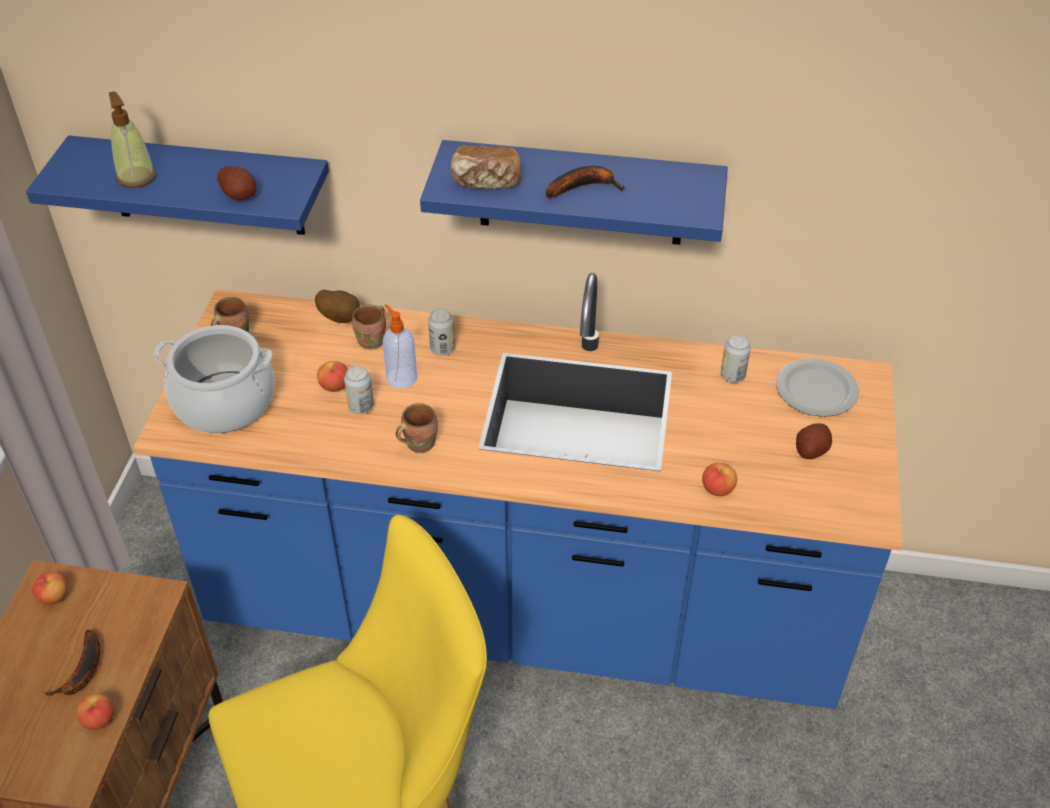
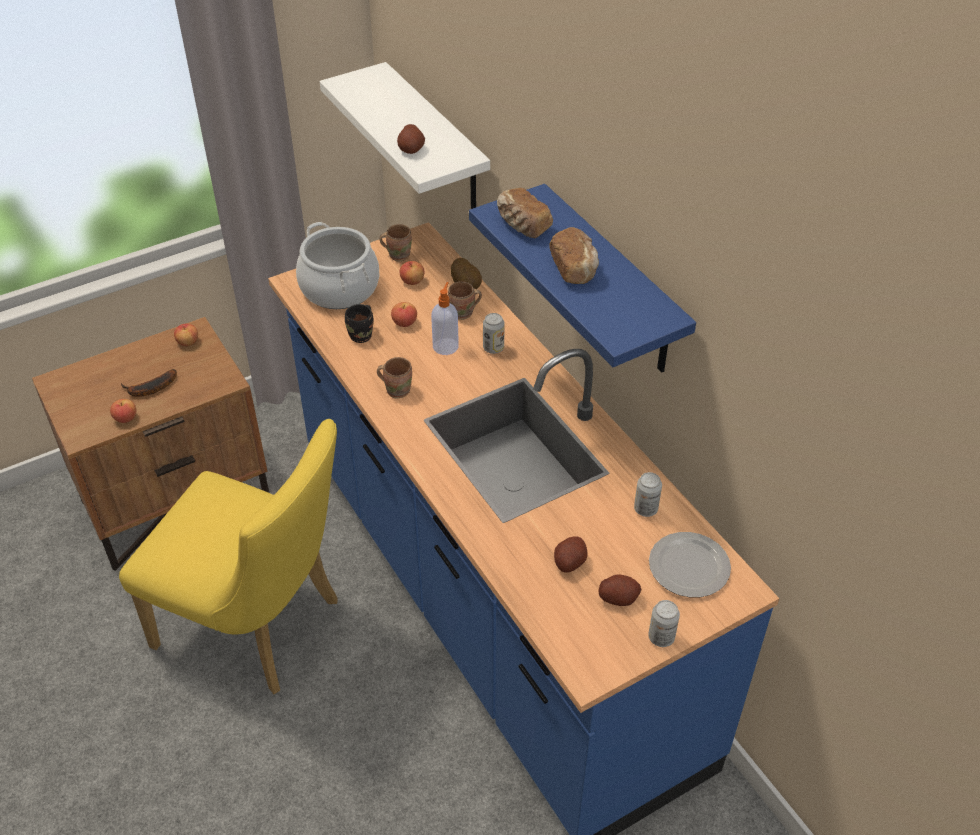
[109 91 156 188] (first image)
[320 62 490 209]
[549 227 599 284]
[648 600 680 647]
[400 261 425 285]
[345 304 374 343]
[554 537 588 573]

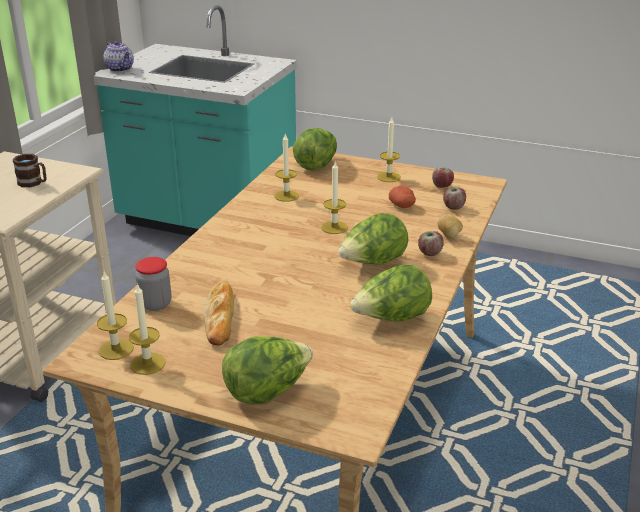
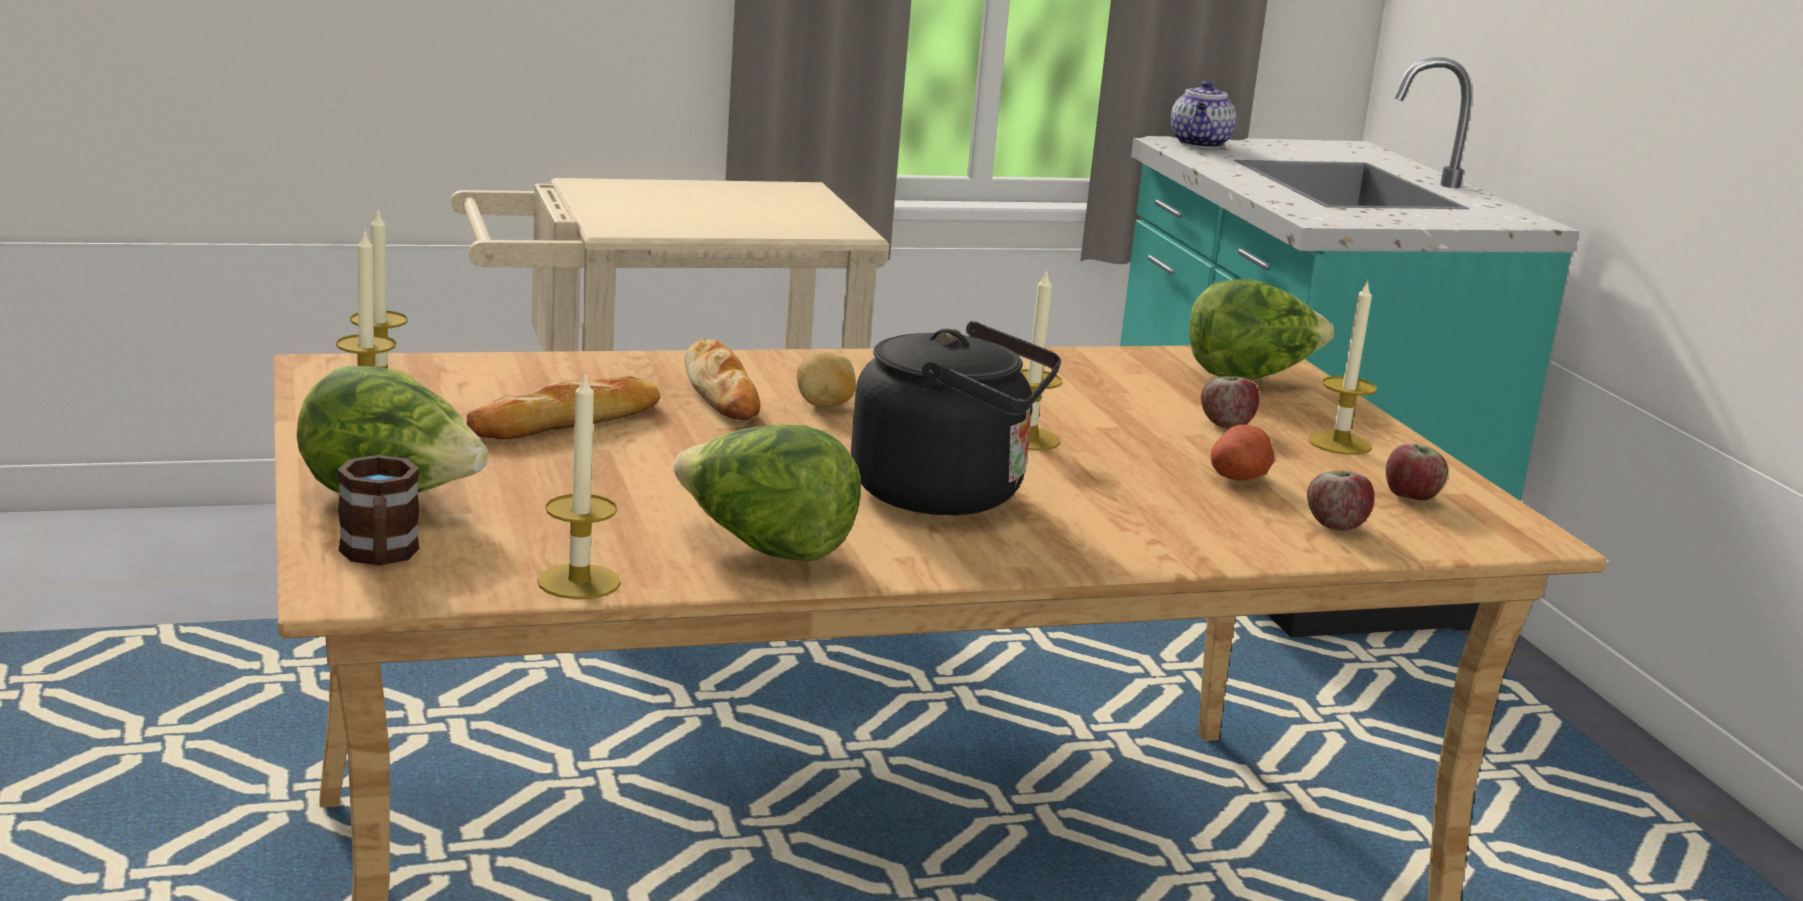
[537 371 621 599]
[337 455 419 565]
[851 321 1061 515]
[797 352 856 407]
[1201 376 1259 428]
[135 257 172 311] (first image)
[684 338 761 420]

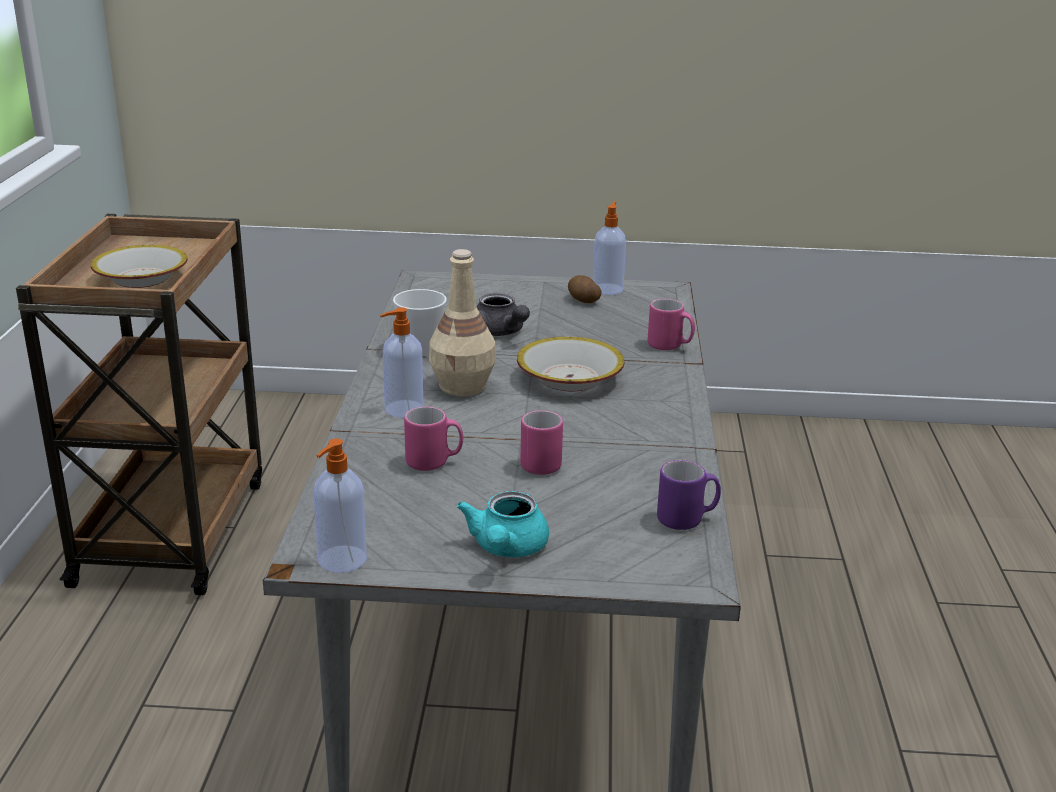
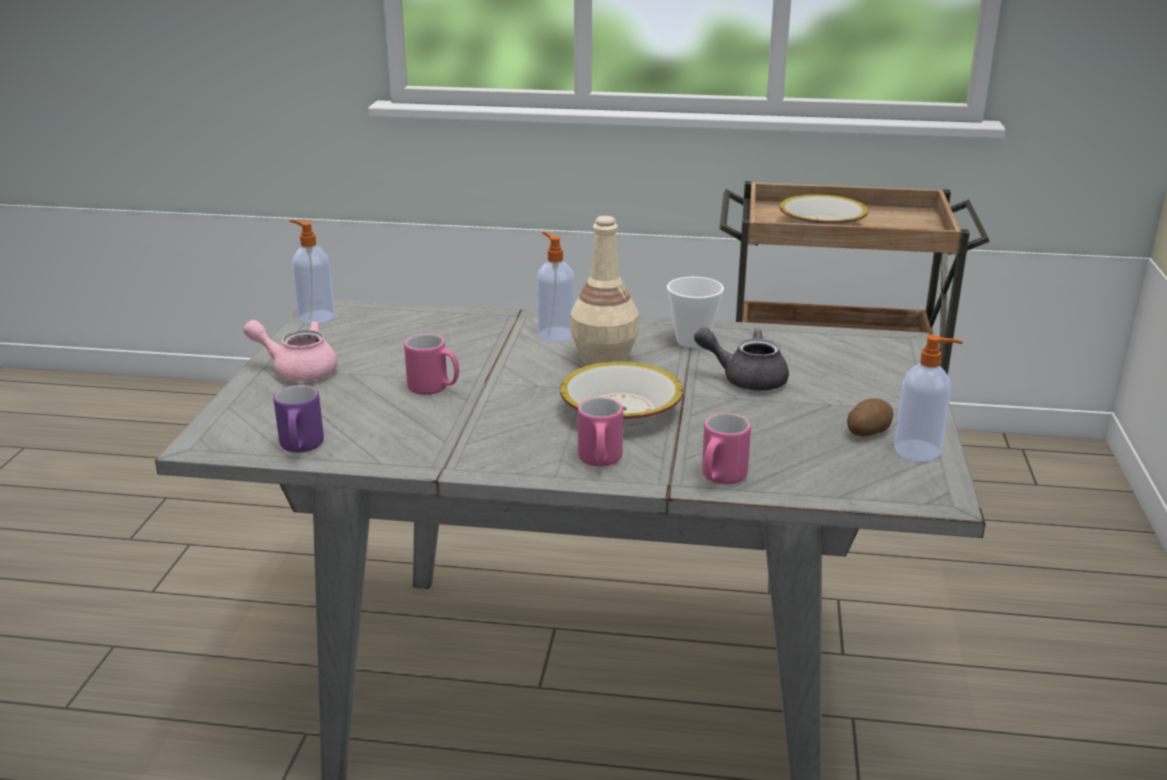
[694 327 789 391]
[578 397 623 467]
[243 320 338 381]

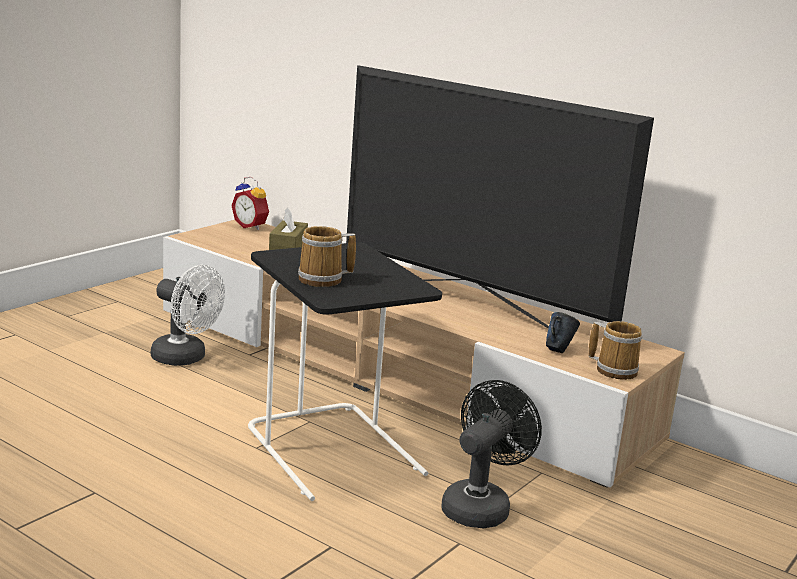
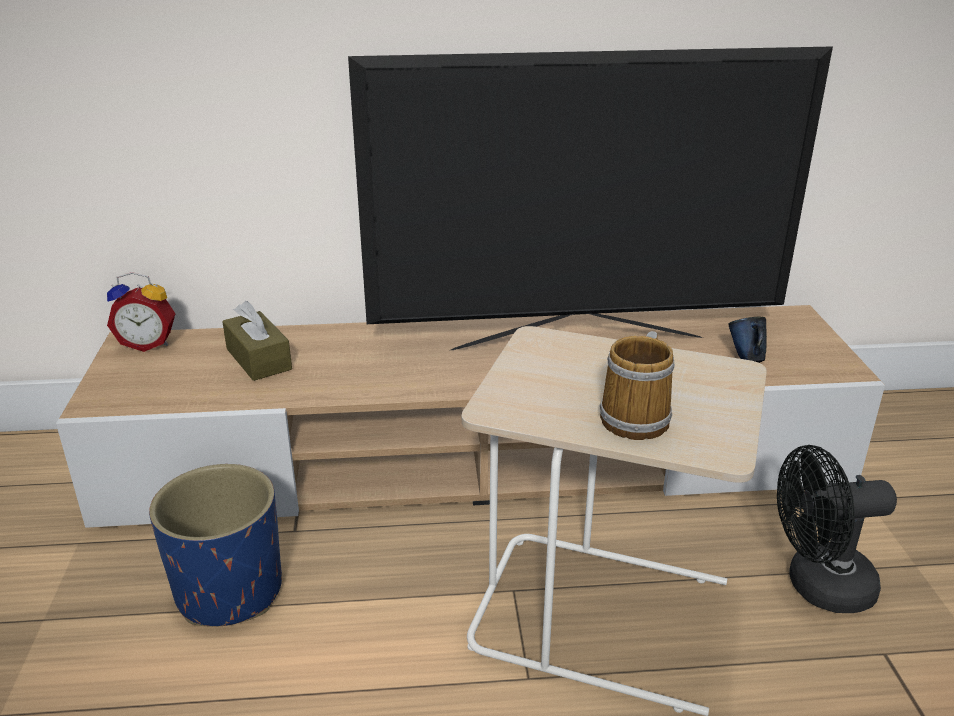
[462 326 767 716]
[149 464 282 627]
[588 321 642 380] (first image)
[777 445 897 613]

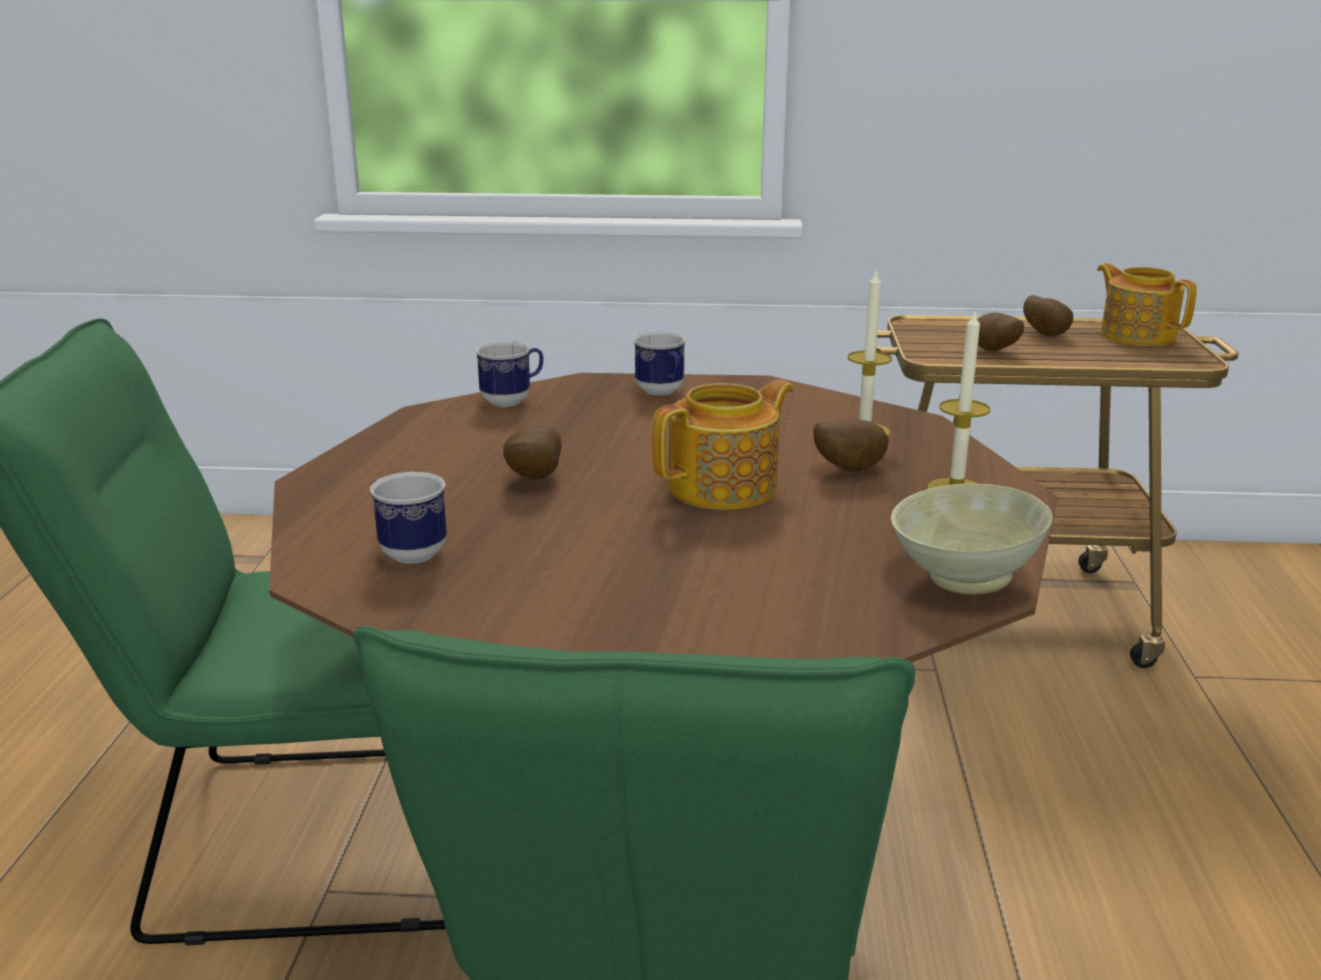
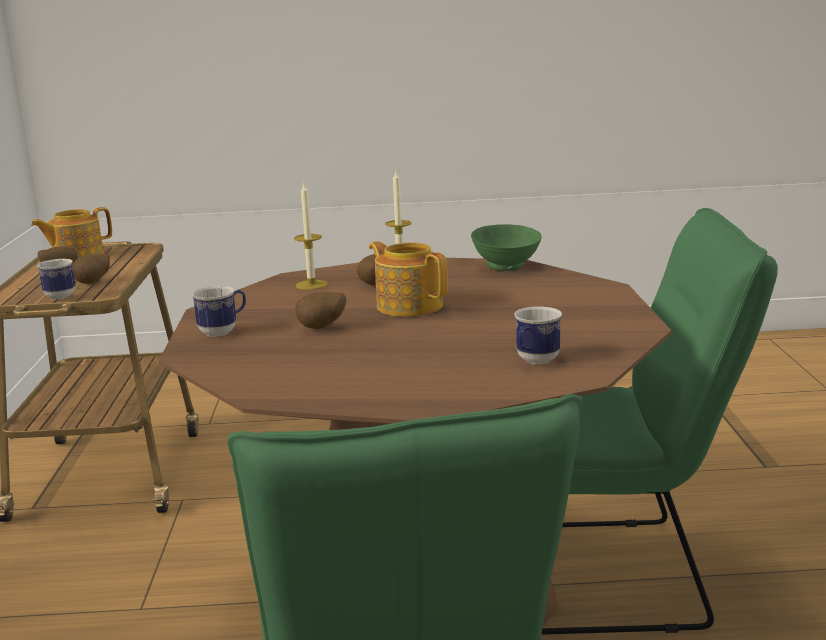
[37 259 75 299]
[295 292 346 329]
[471 224 542 271]

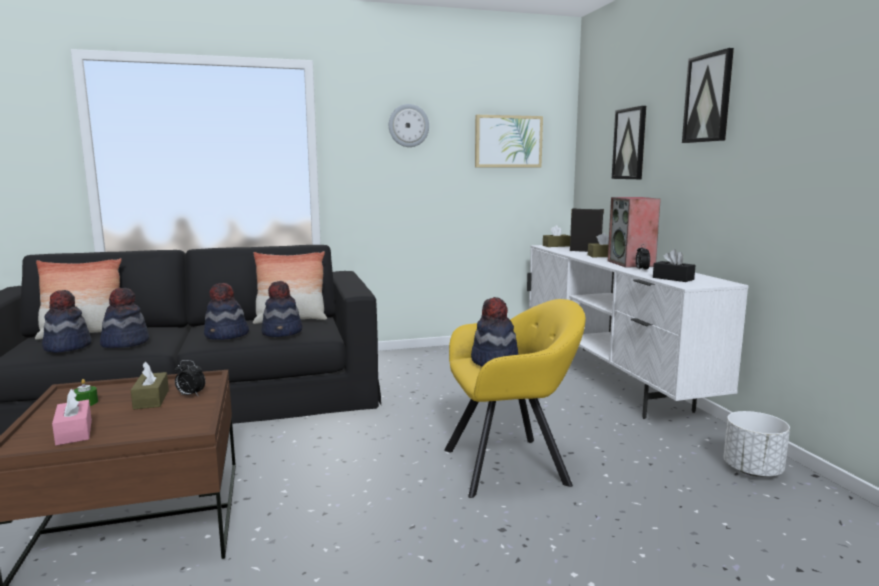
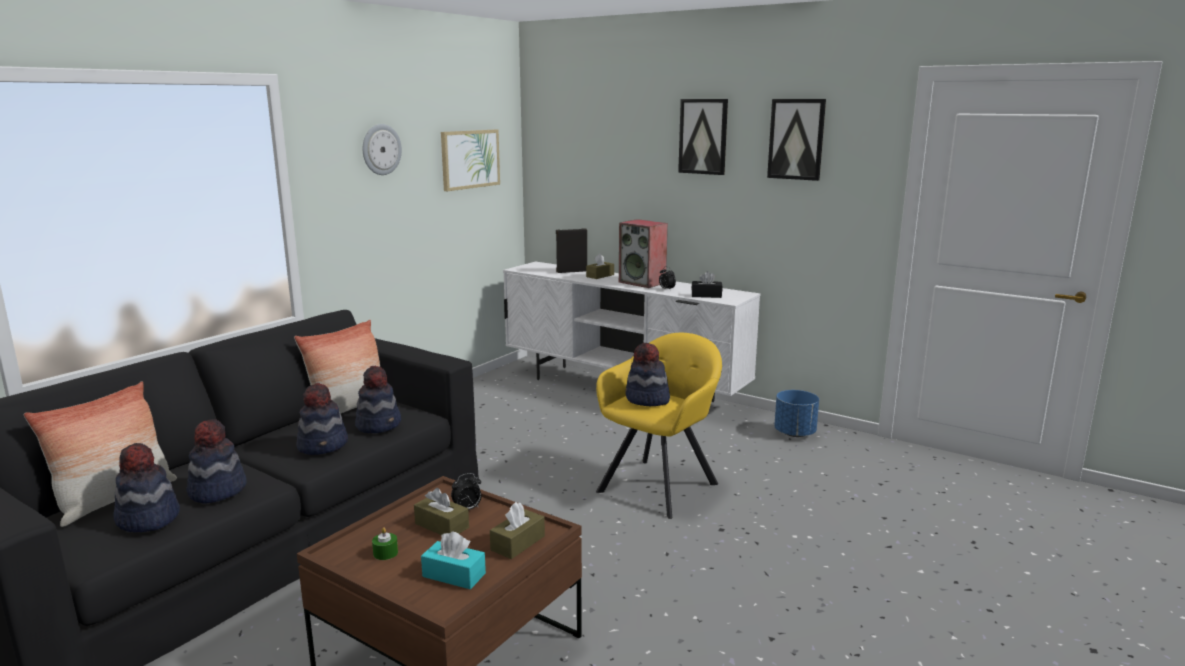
[767 99 826 181]
[490 502 545 559]
[421 531 486 589]
[774 390 819 437]

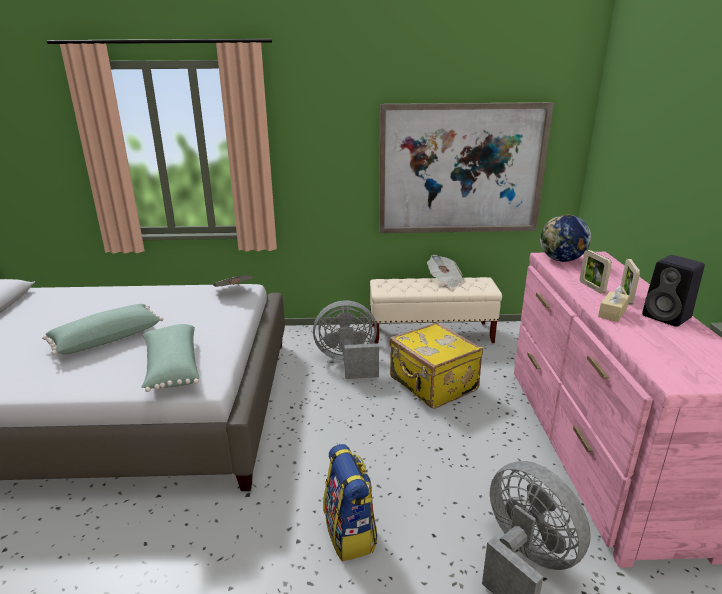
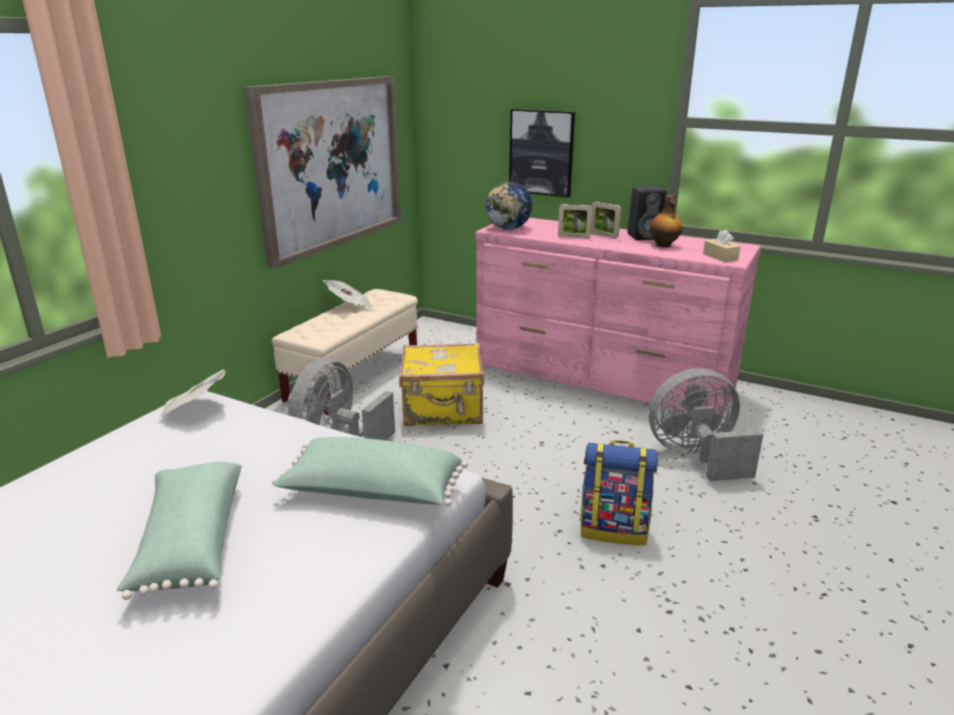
[703 230 740 262]
[509 109 575 197]
[650 195 683 248]

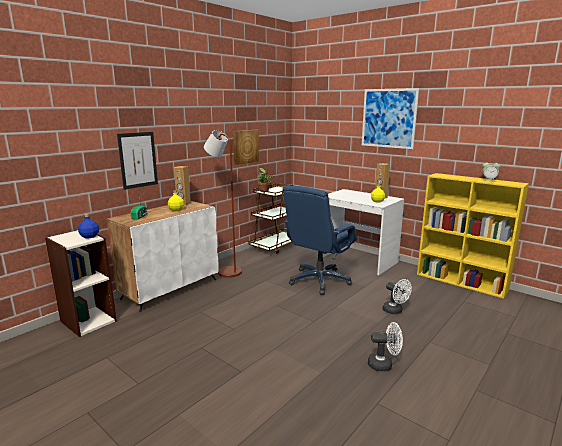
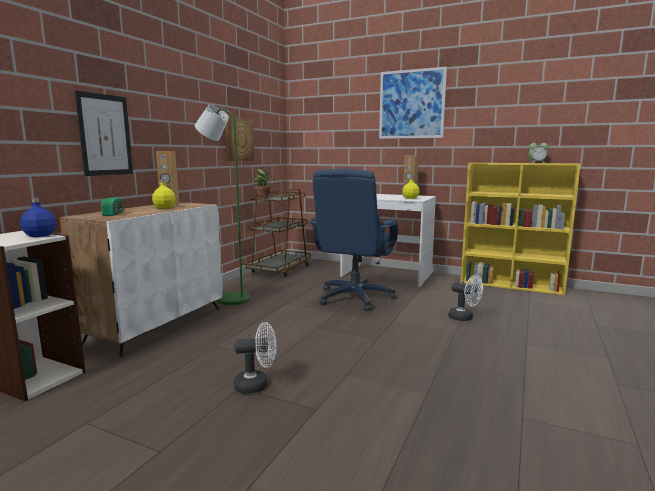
[195 104 250 305]
[234 322 277 394]

